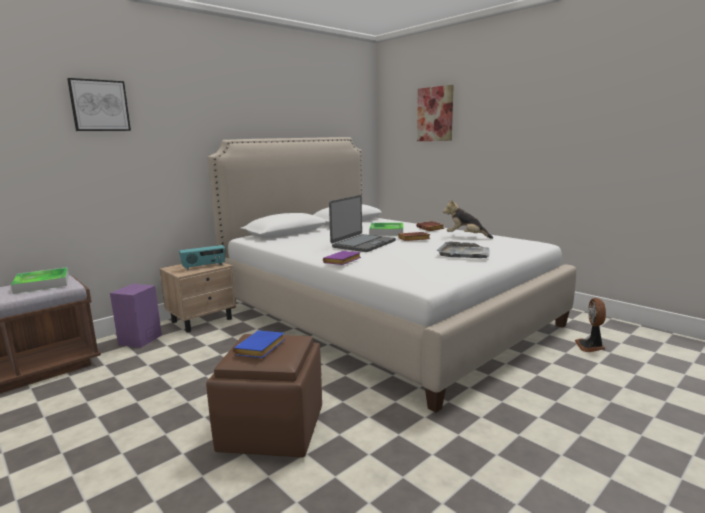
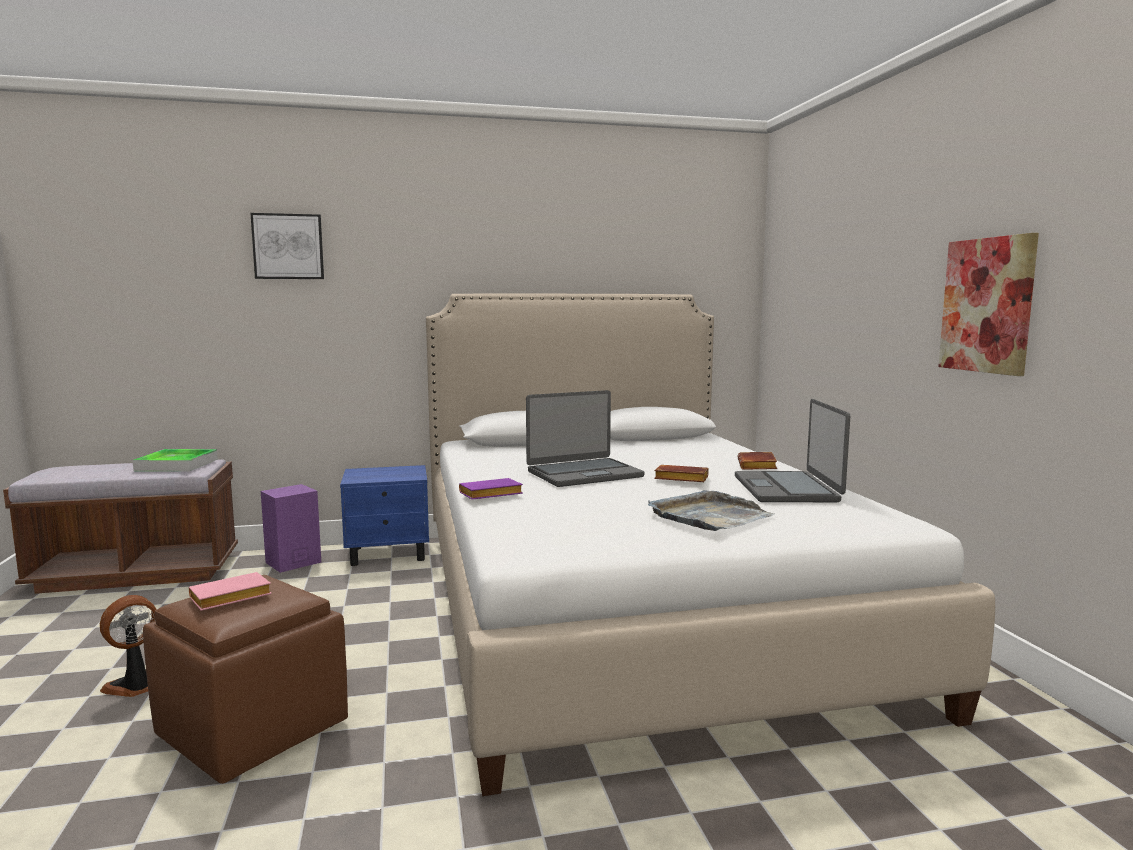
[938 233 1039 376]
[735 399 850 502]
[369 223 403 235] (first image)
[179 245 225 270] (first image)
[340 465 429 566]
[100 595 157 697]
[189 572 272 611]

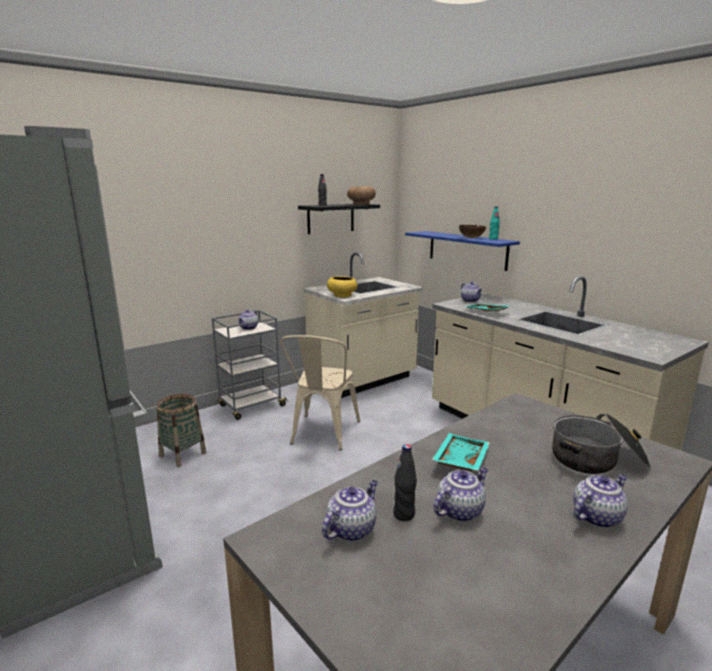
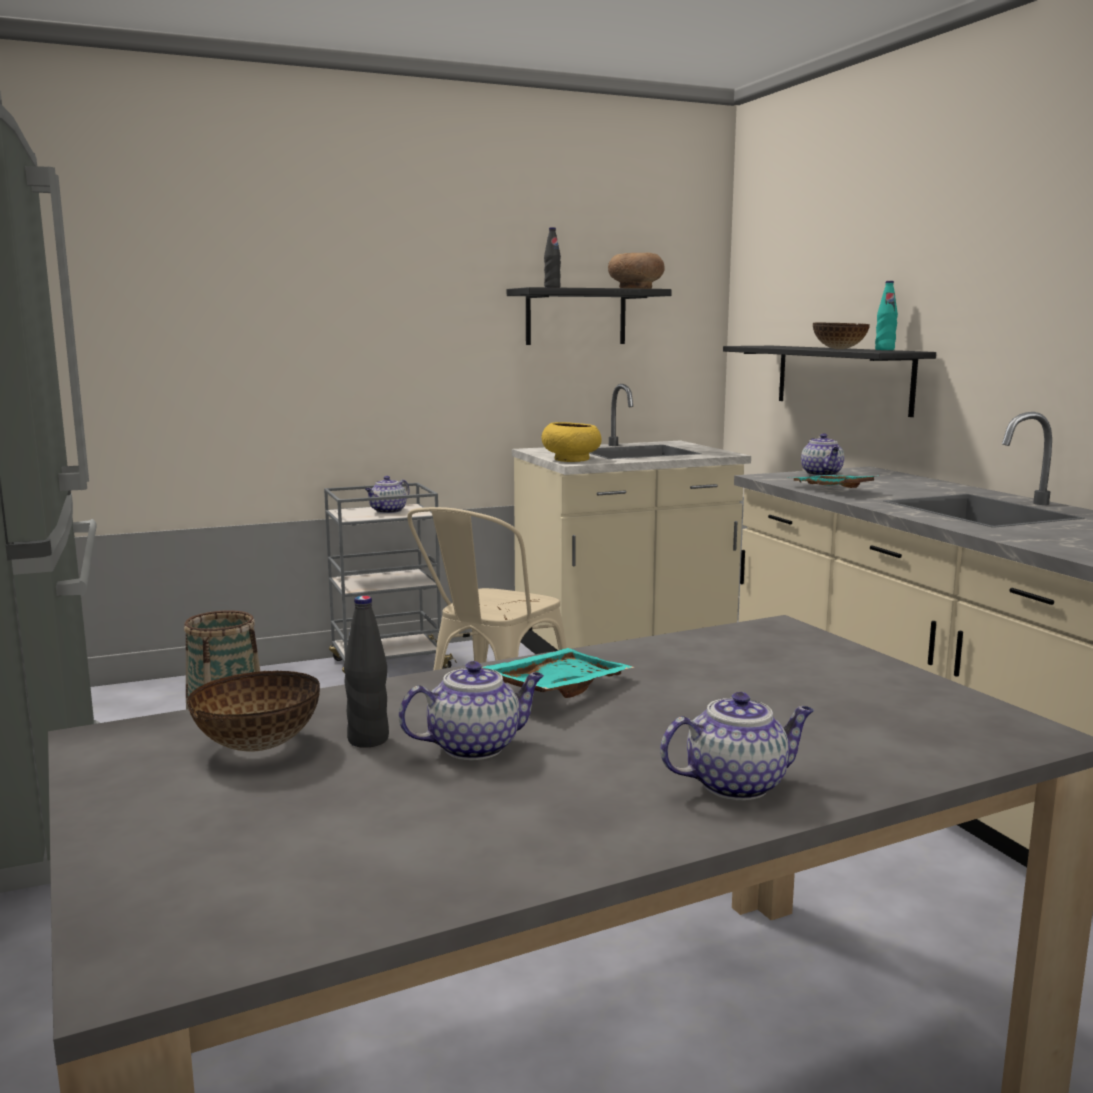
[723 346 936 417]
[552 413 651 474] (first image)
[187 671 320 752]

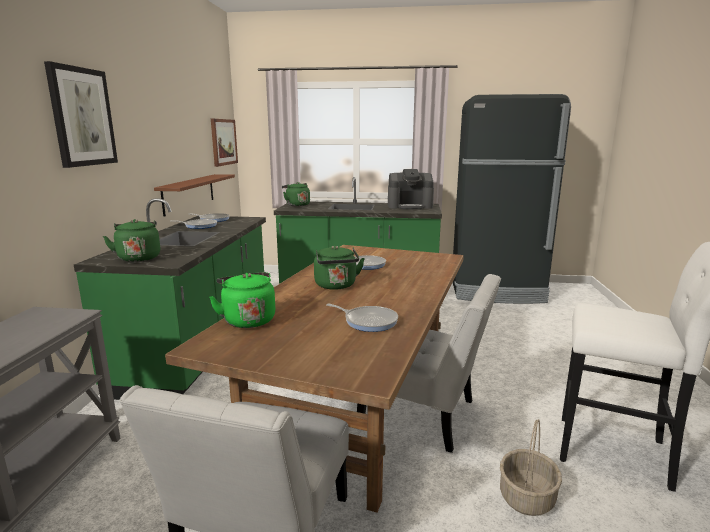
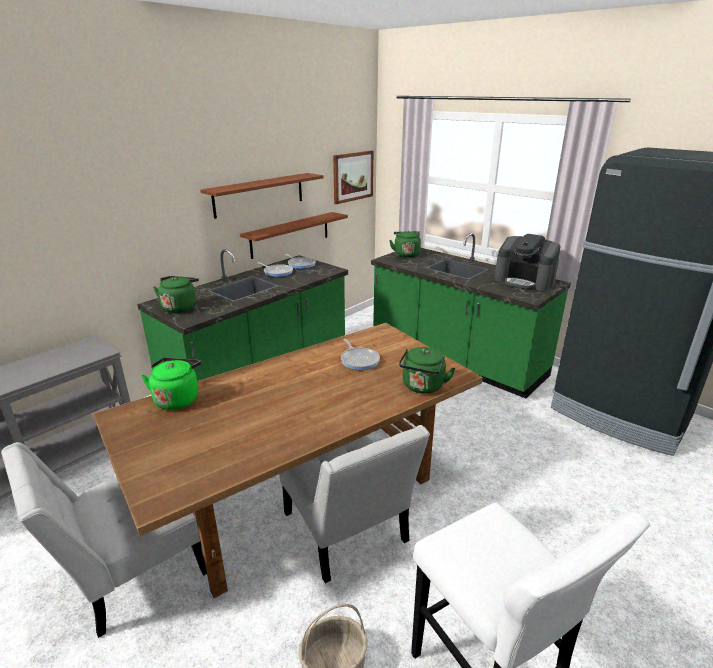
[44 61 118 168] (first image)
[399 347 455 394]
[326 304 398 332] (first image)
[200 173 324 219]

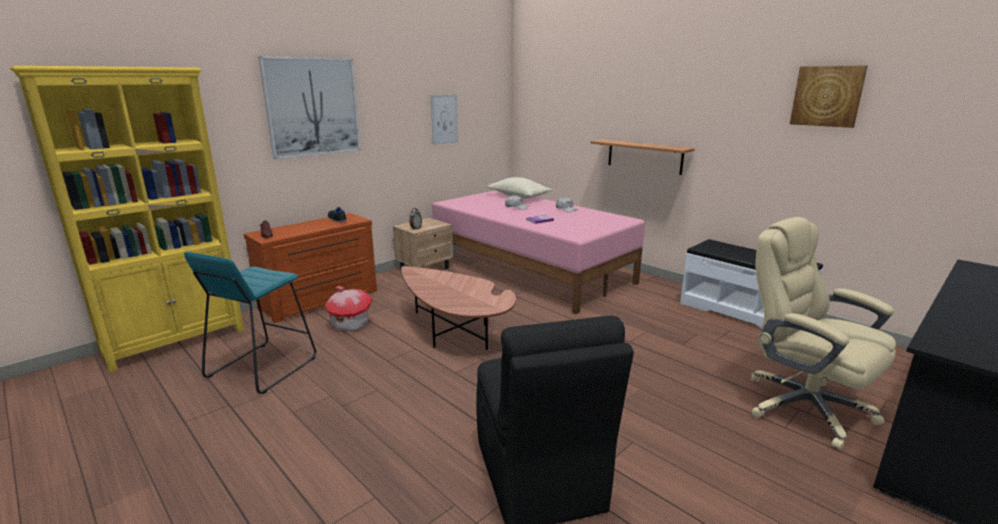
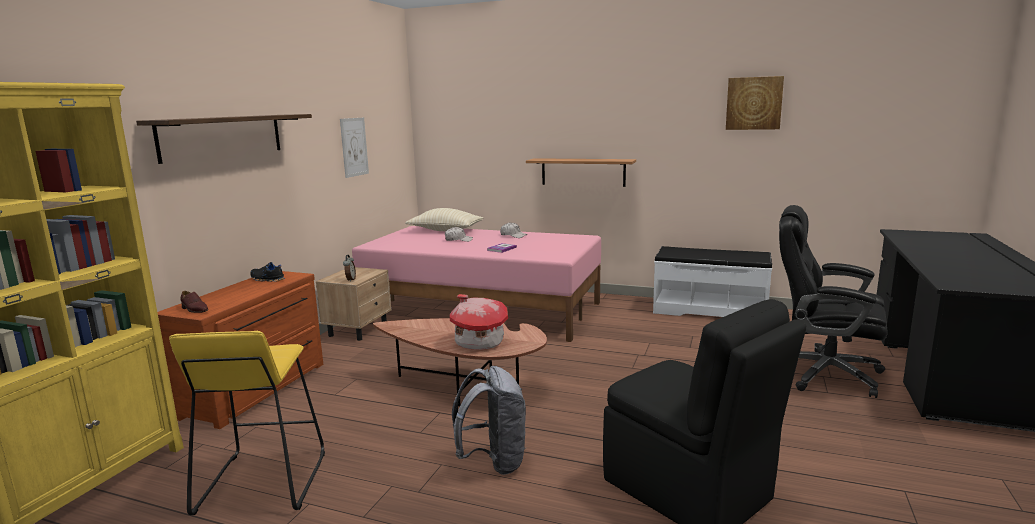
[136 114 312 164]
[779 205 888 398]
[169 331 325 515]
[450 294 508 350]
[452 366 526 475]

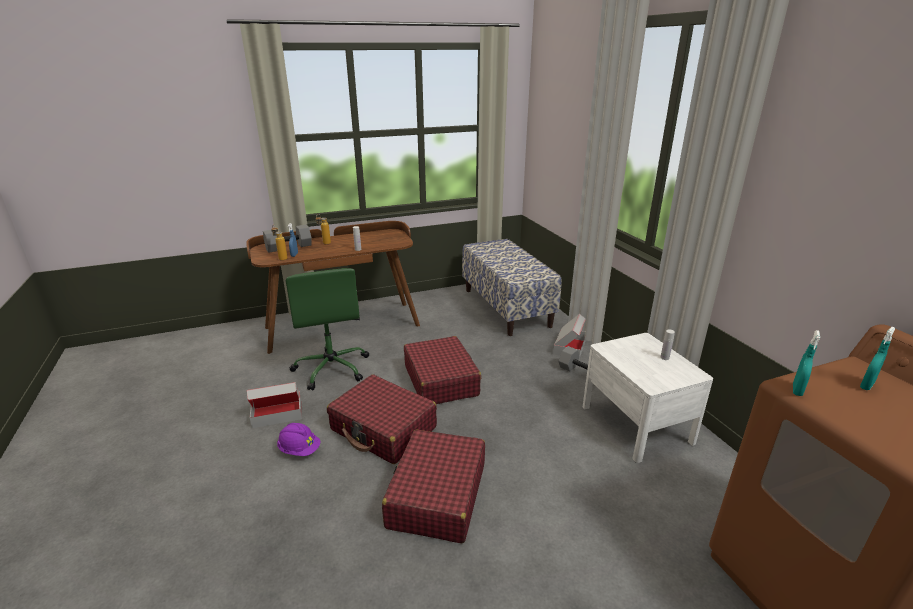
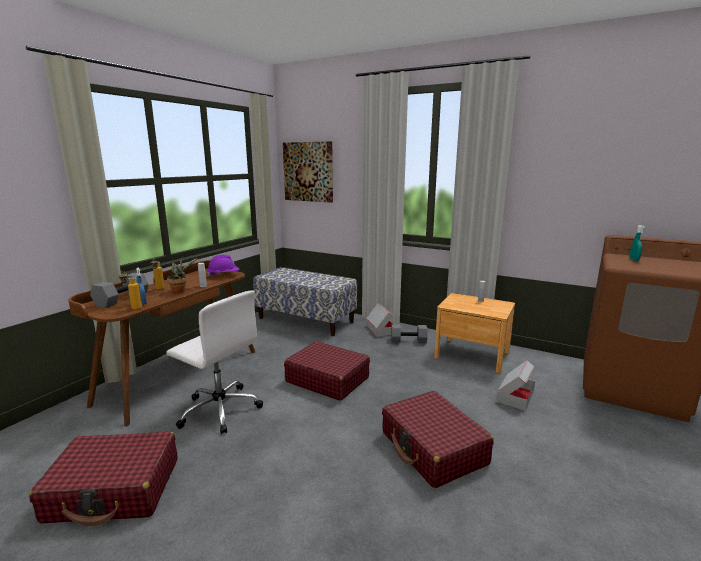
[166 290 263 434]
[793 330 820 396] (first image)
[434 293 515 373]
[29 432 177 526]
[496 360 535 411]
[207 255 239 277]
[283 141 333 203]
[167 258 197 294]

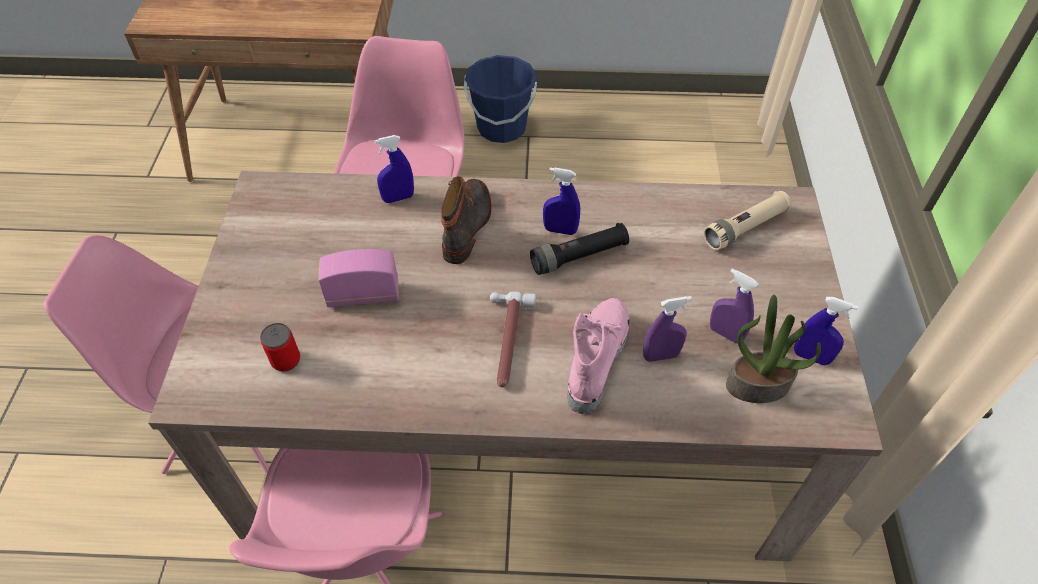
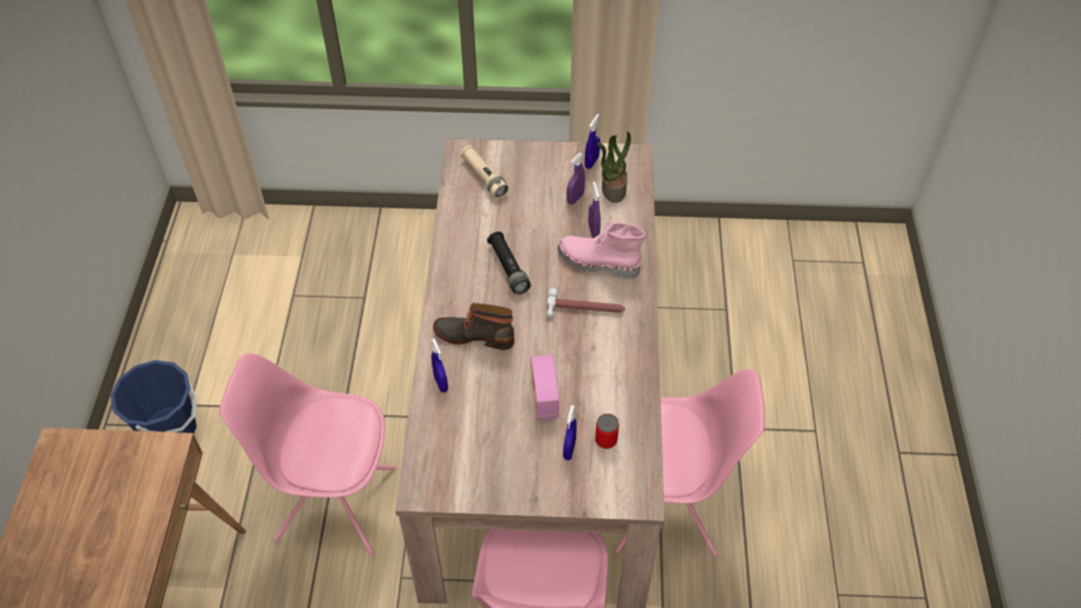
[563 405 577 460]

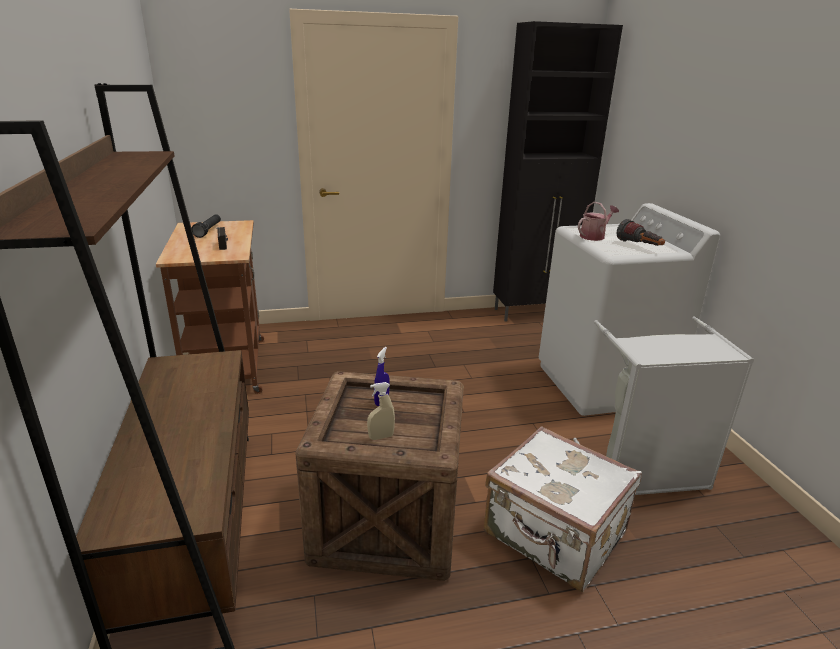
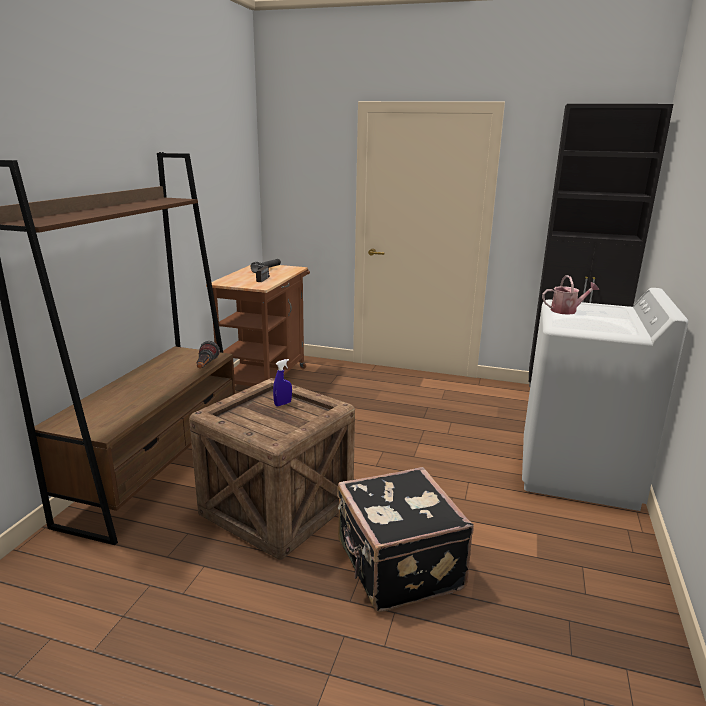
[197 341 220 368]
[573 316 754 495] (first image)
[367 382 395 440] (first image)
[337 467 474 612]

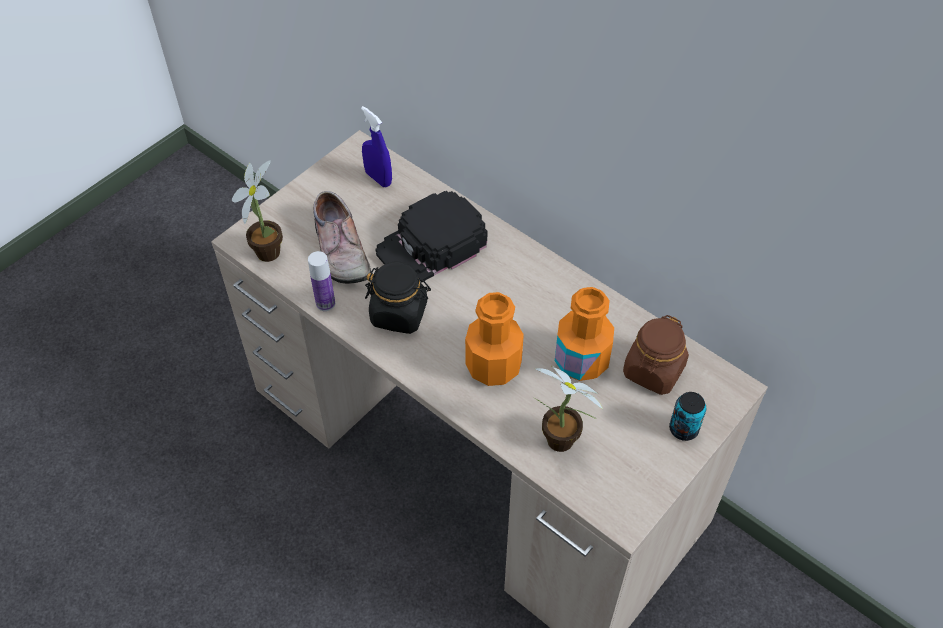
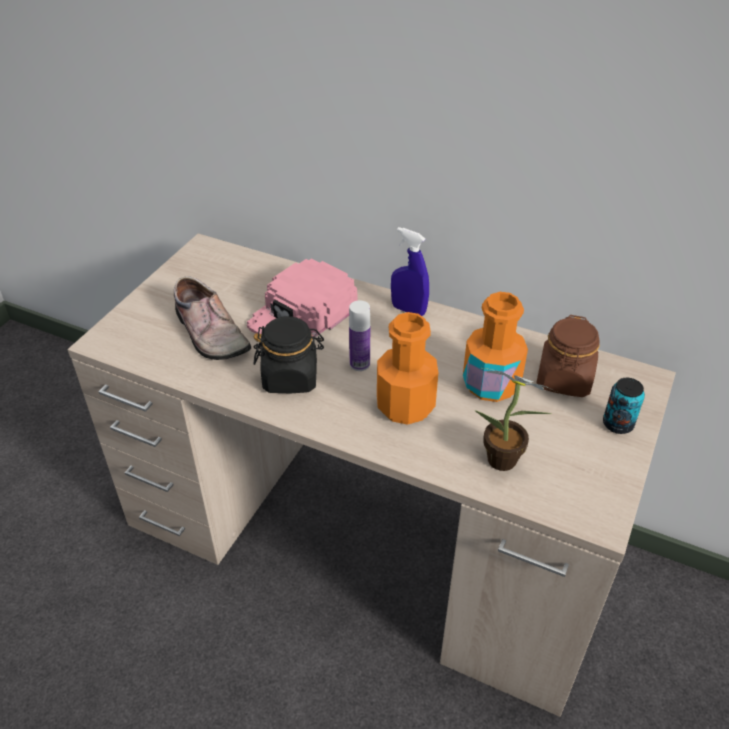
[391 227 429 316]
[232 160 283 262] (first image)
[247 258 357 340]
[349 300 370 371]

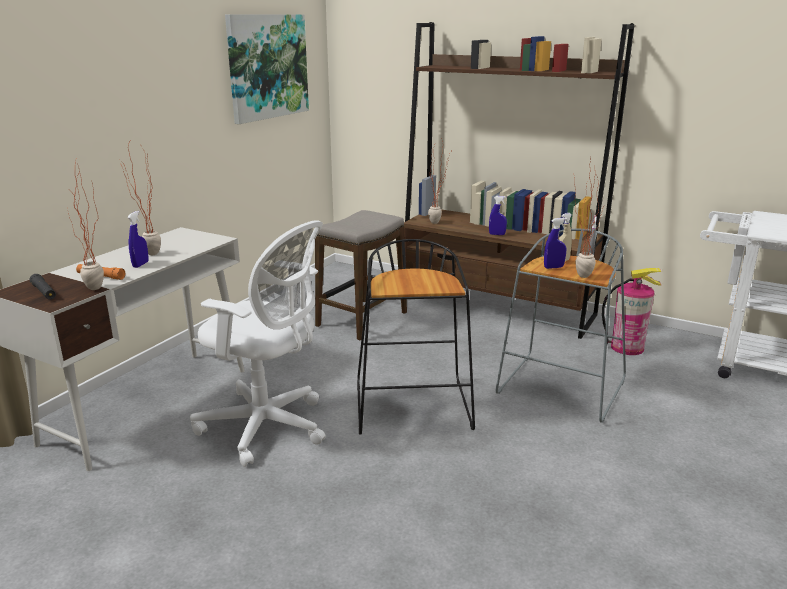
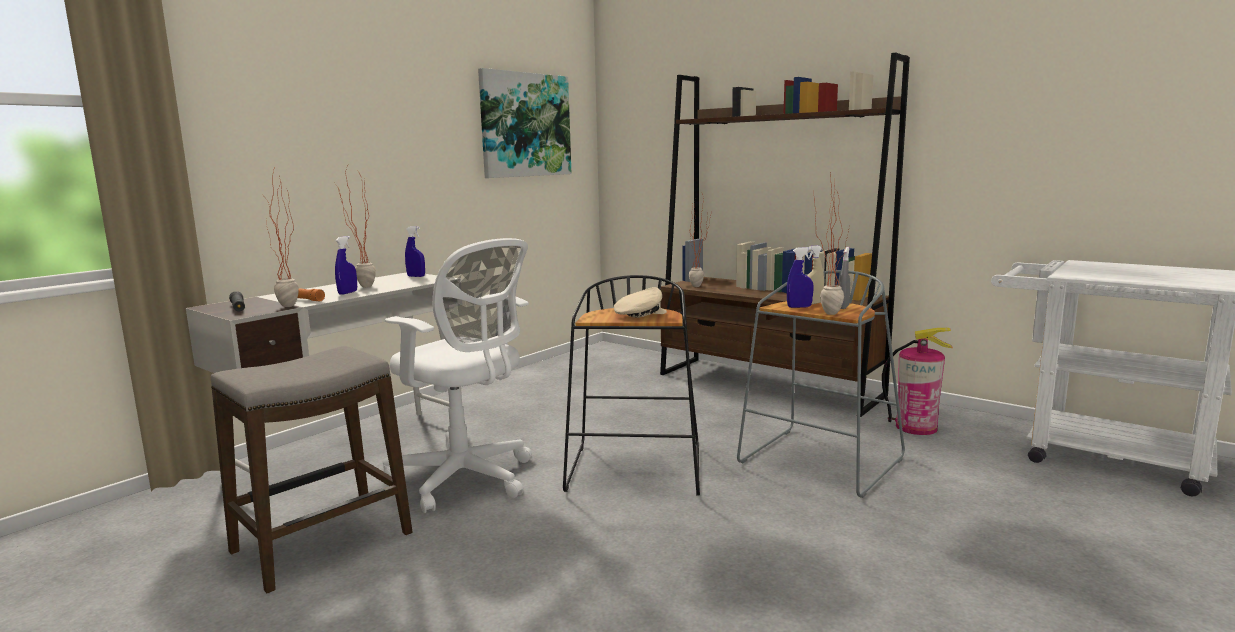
[405 226 425 277]
[211 346 413 593]
[614 287 667 318]

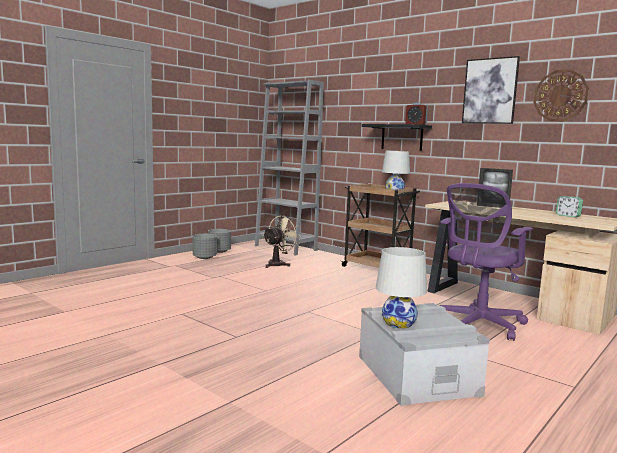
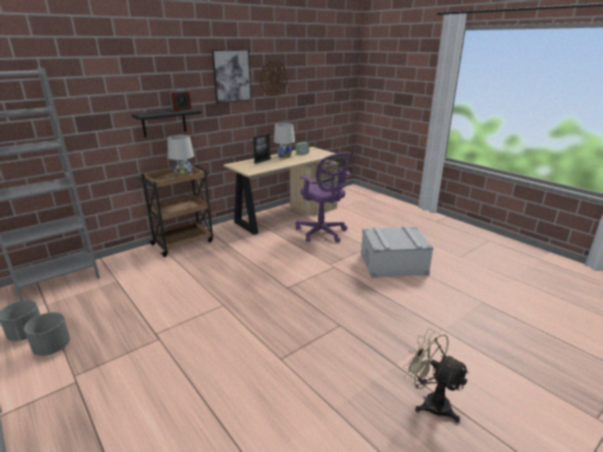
[403 328 470 422]
[274 123 295 158]

